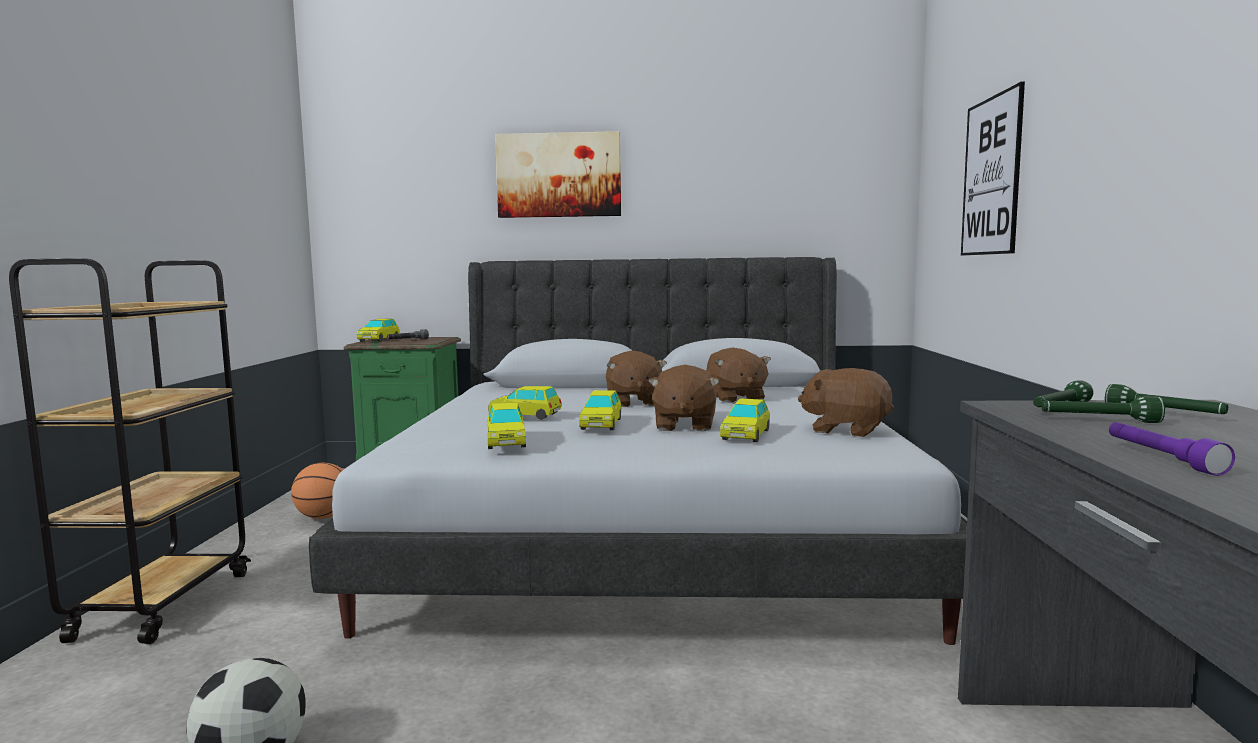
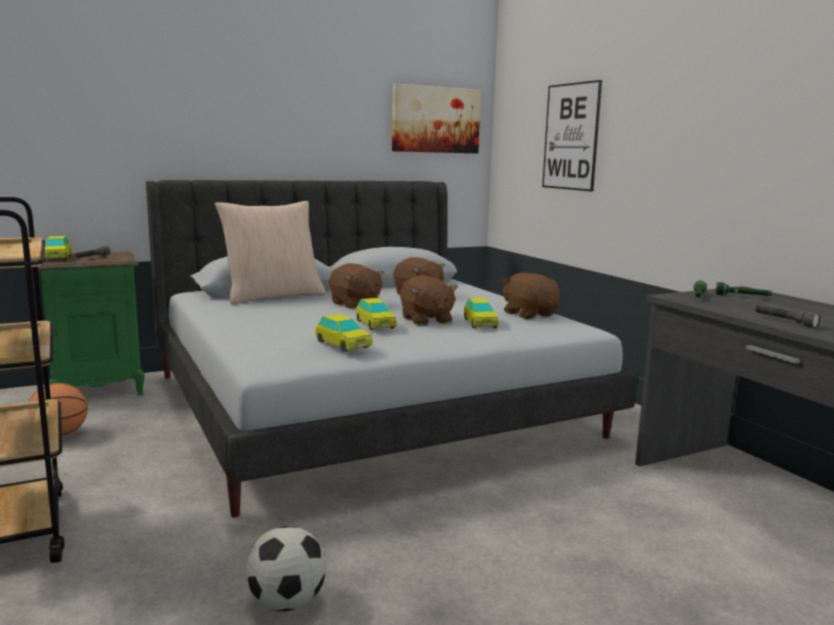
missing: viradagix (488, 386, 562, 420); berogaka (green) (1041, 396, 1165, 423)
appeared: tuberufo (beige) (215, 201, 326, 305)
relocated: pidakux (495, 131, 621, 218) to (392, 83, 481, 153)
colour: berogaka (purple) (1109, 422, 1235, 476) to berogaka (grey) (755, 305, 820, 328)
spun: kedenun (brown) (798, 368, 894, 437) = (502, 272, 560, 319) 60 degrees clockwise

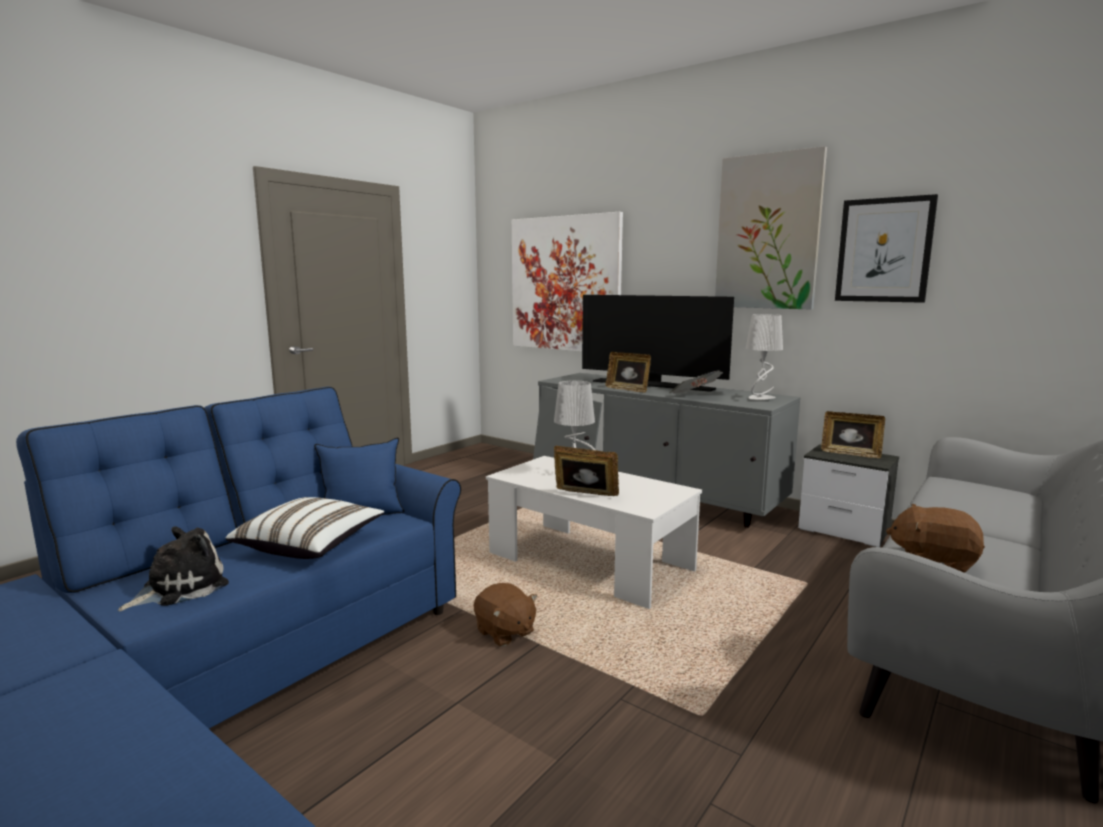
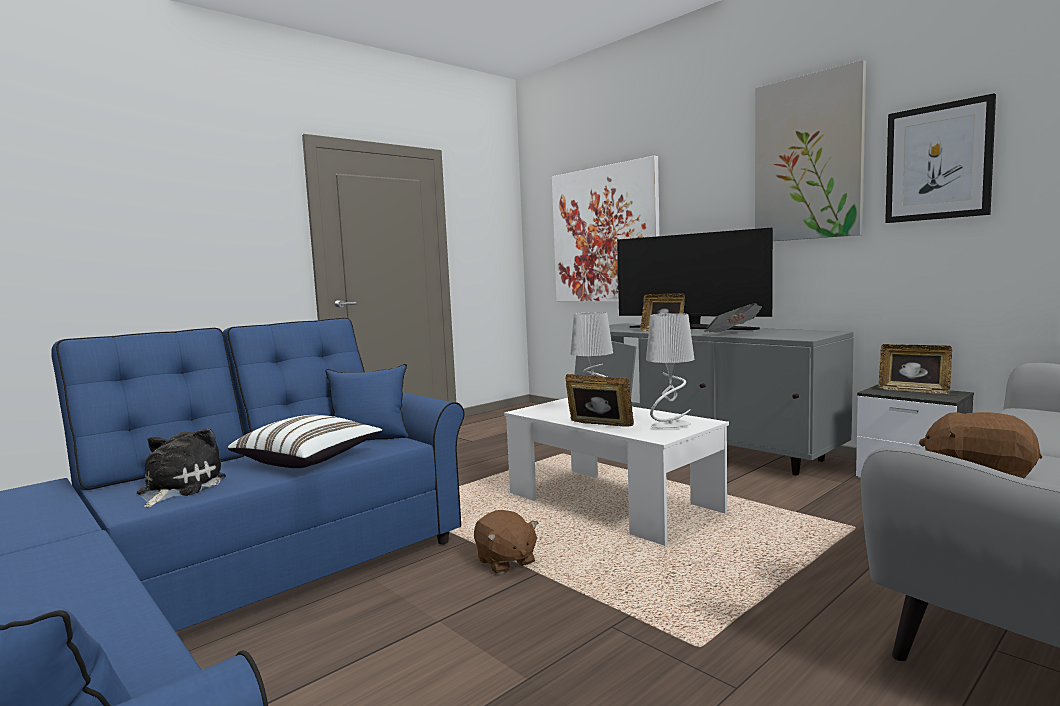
relocated: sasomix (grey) (746, 314, 783, 400) to (646, 313, 694, 428)
spun: kedenun (118, 526, 229, 611) = (137, 428, 226, 507) 45 degrees counterclockwise

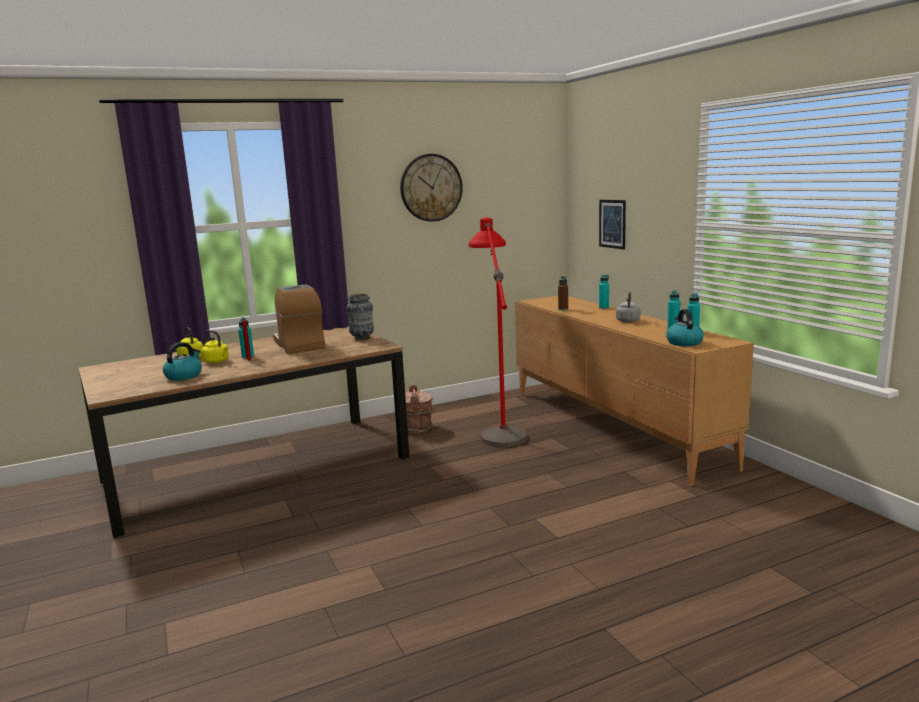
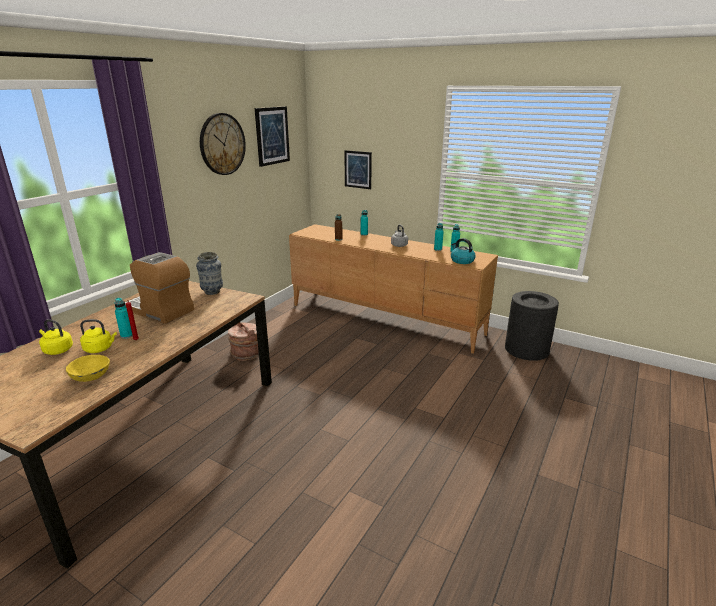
missing: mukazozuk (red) (469, 217, 528, 447)
appeared: pidakux (255, 106, 290, 167); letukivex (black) (505, 291, 559, 361)
exchanged: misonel (163, 342, 202, 381) to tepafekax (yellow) (66, 355, 110, 382)

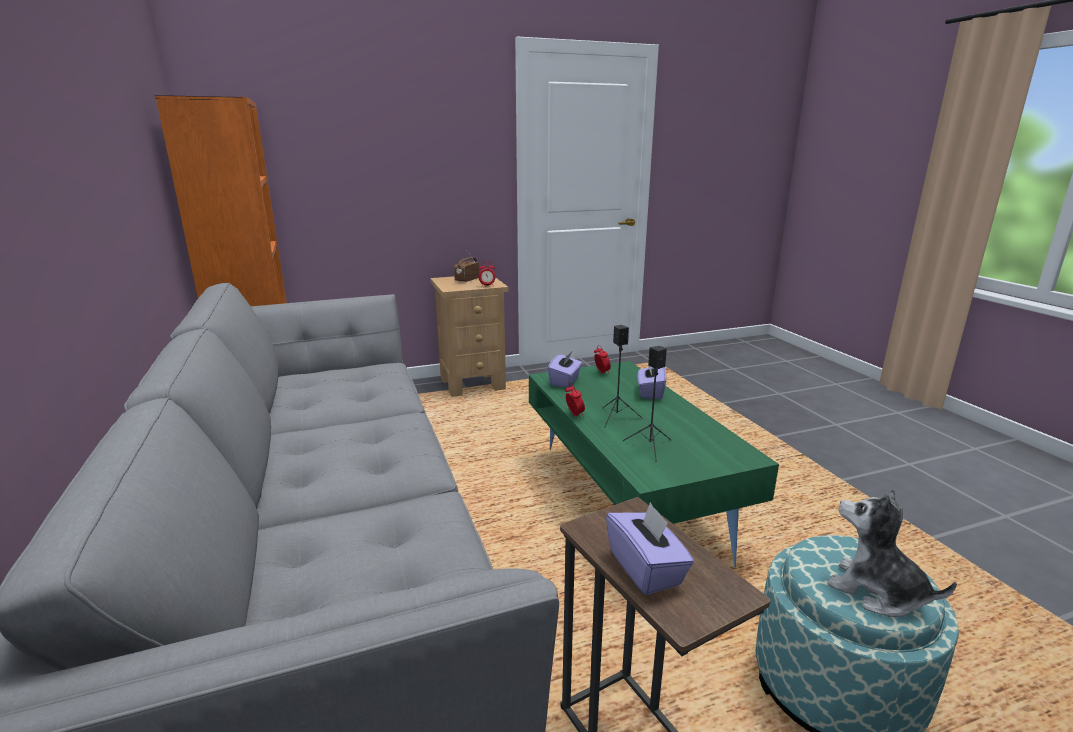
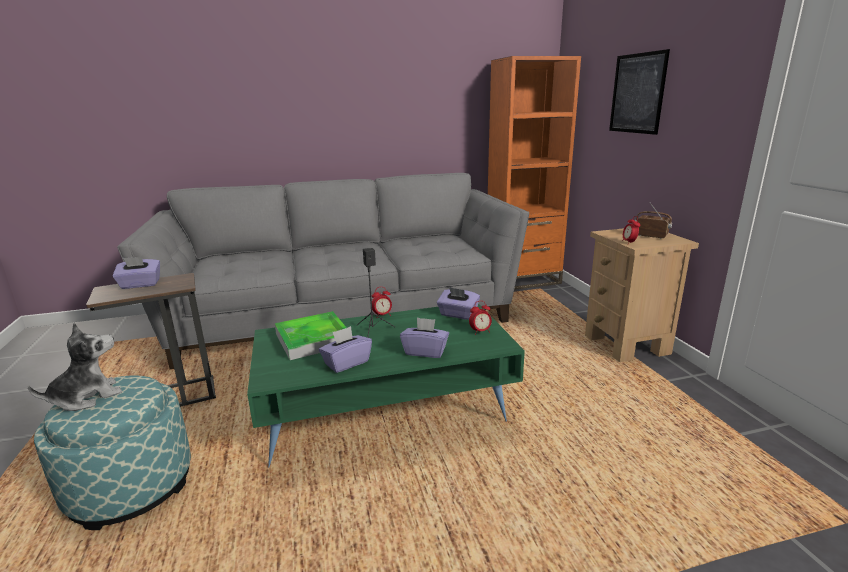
appeared: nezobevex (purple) (319, 326, 372, 373); pidakux (609, 49, 670, 135)
exchanged: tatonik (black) (623, 346, 671, 462) to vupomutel (275, 311, 347, 360)

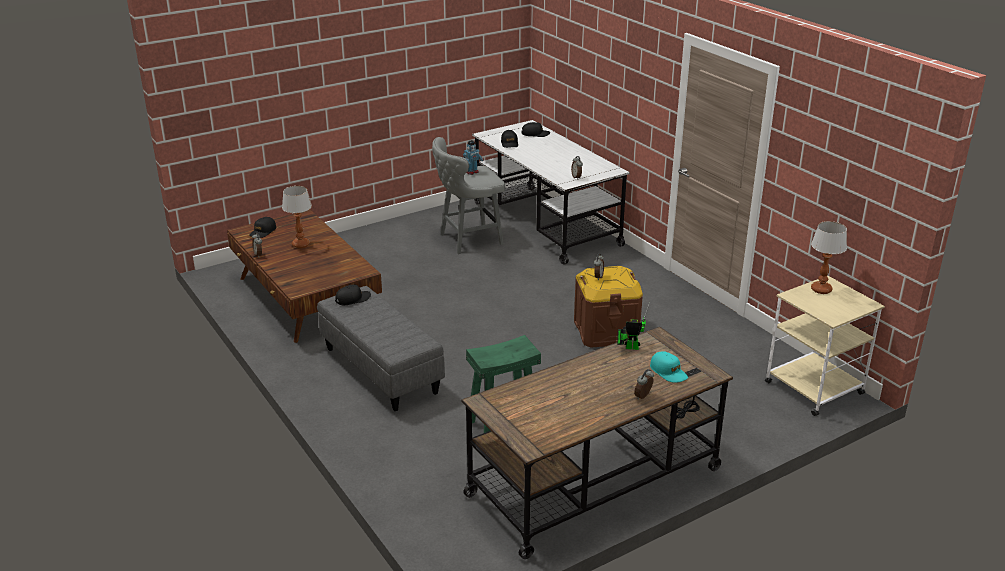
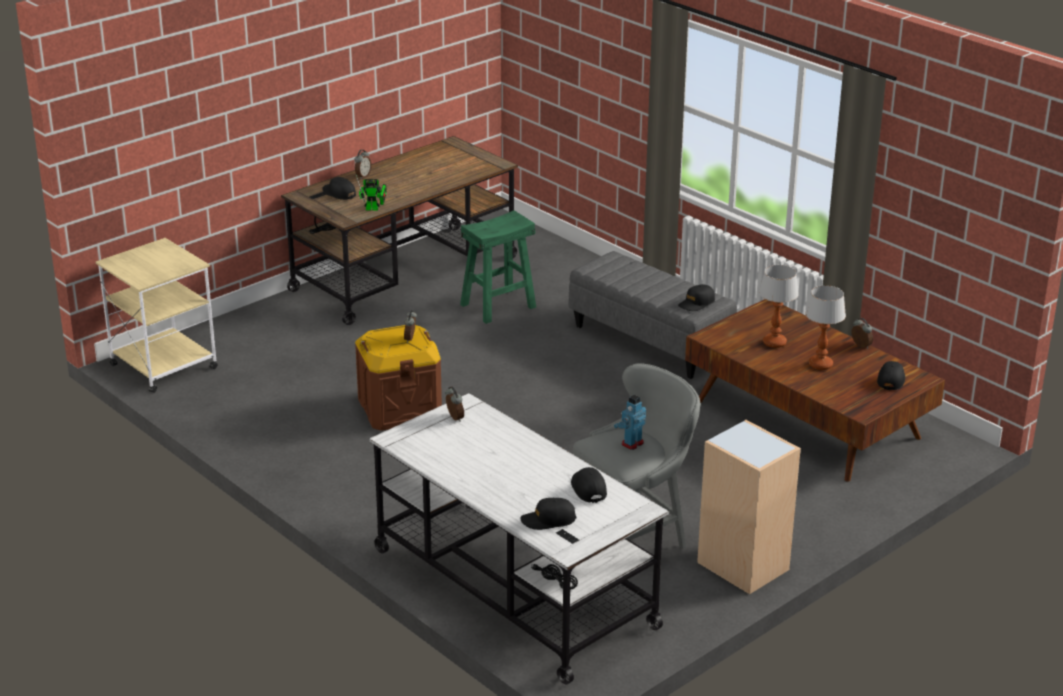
appeared: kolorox (697, 420, 801, 594)
relocated: sasomix (811, 221, 847, 294) to (759, 265, 799, 348)
colour: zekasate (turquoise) (650, 351, 688, 383) to zekasate (black) (322, 177, 356, 200)

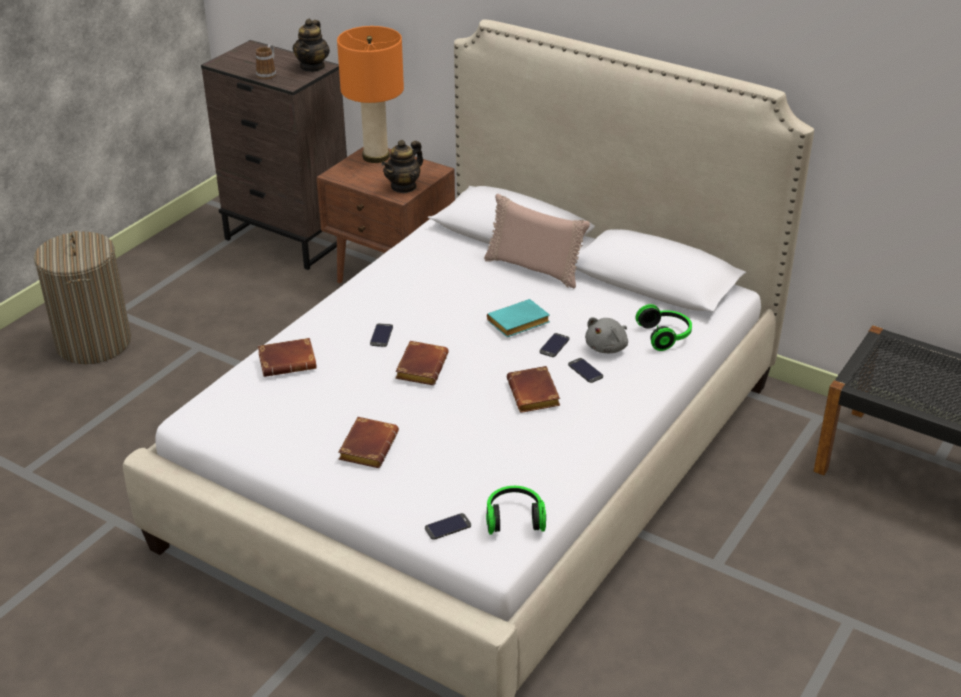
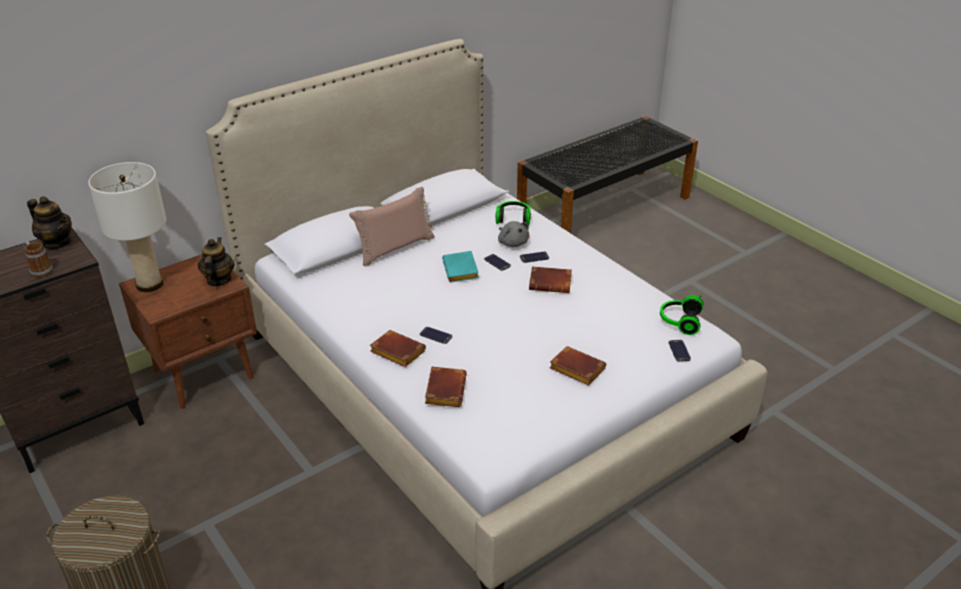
relocated: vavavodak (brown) (395, 341, 449, 385) to (370, 330, 426, 367)
colour: sasomix (orange) (337, 26, 404, 163) to sasomix (white) (88, 162, 166, 292)
spun: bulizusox (381, 140, 423, 194) = (198, 237, 235, 287) 150 degrees counterclockwise

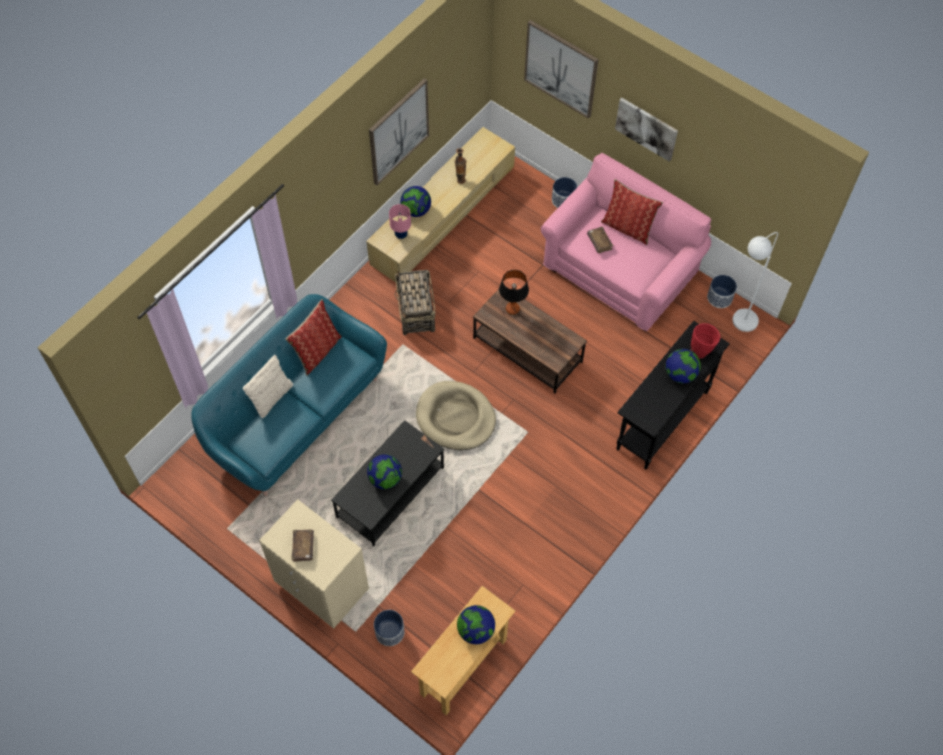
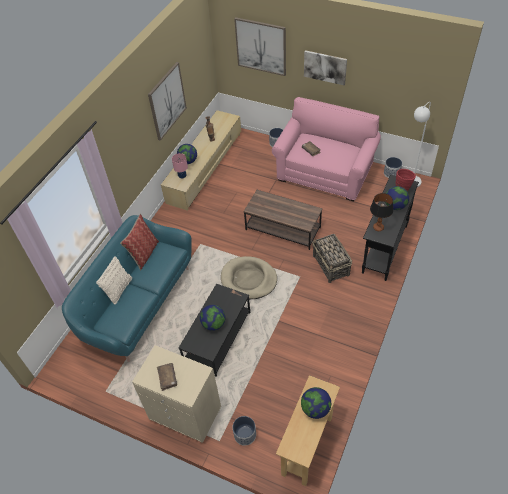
missing: tuberufo (601, 179, 663, 245)
relocated: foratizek (395, 270, 435, 335) to (312, 234, 352, 283); sasomix (499, 270, 529, 315) to (370, 193, 393, 231)

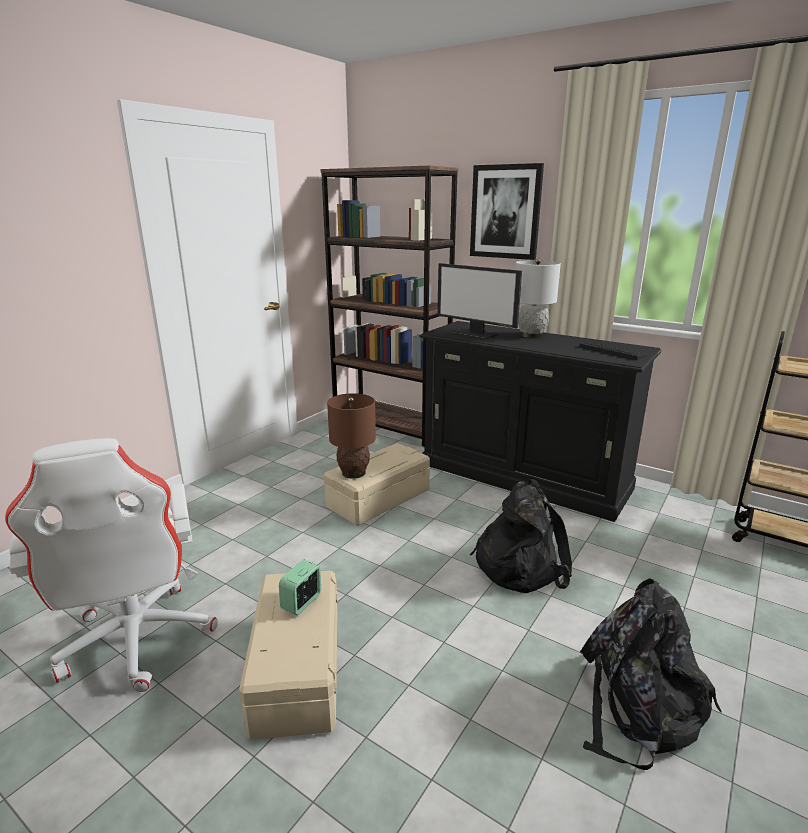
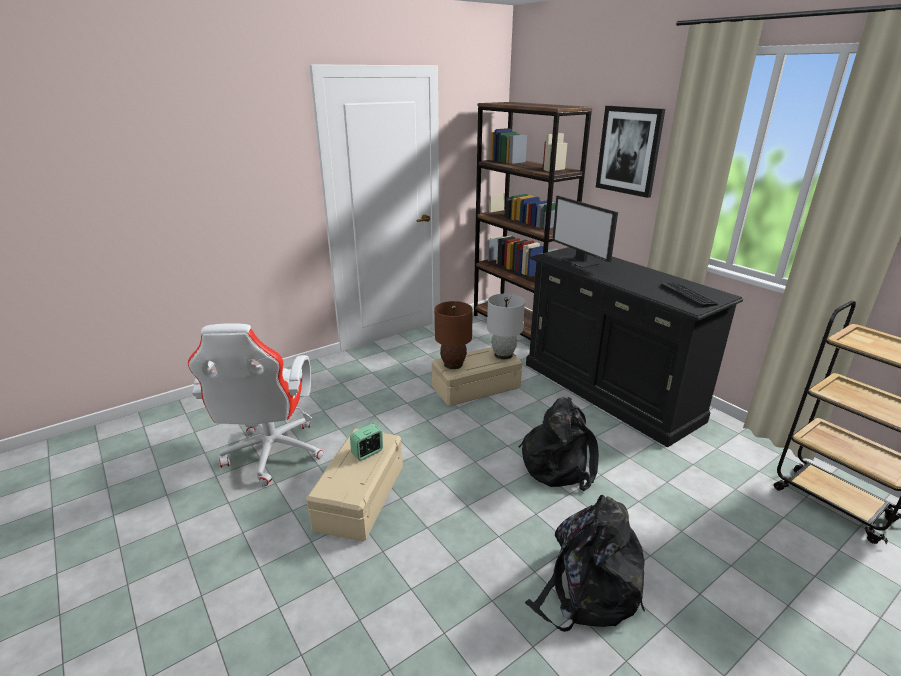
relocated: sasomix (white) (515, 259, 561, 338) to (487, 294, 525, 359)

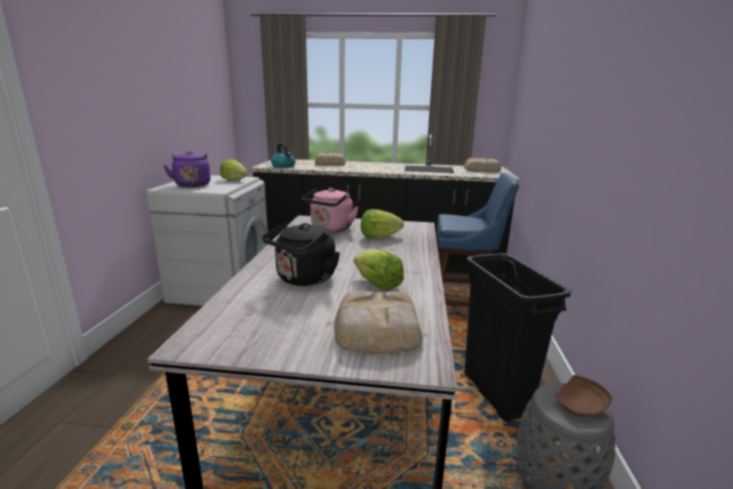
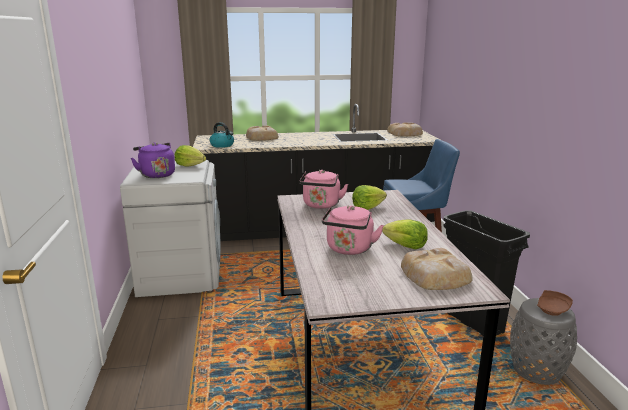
colour: misonel (black) (262, 222, 340, 286) to misonel (pink) (322, 206, 384, 255)

